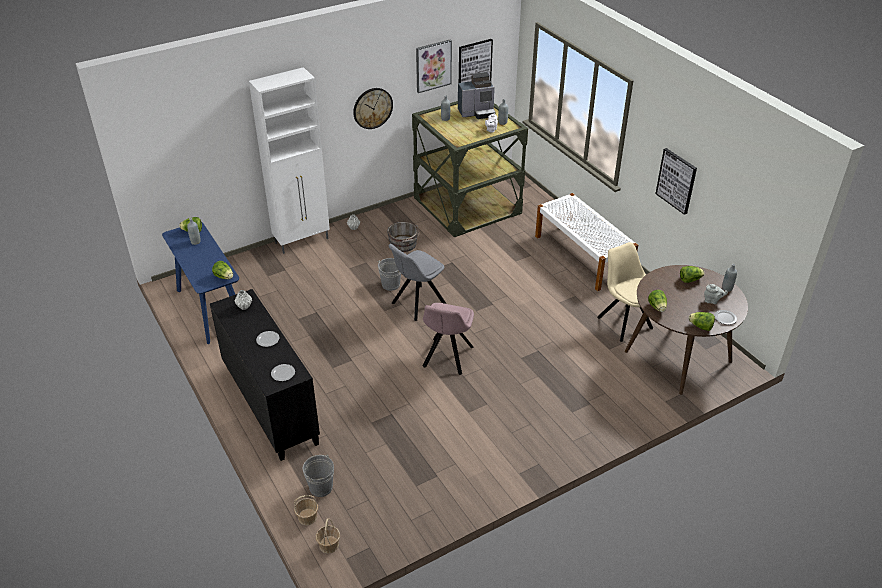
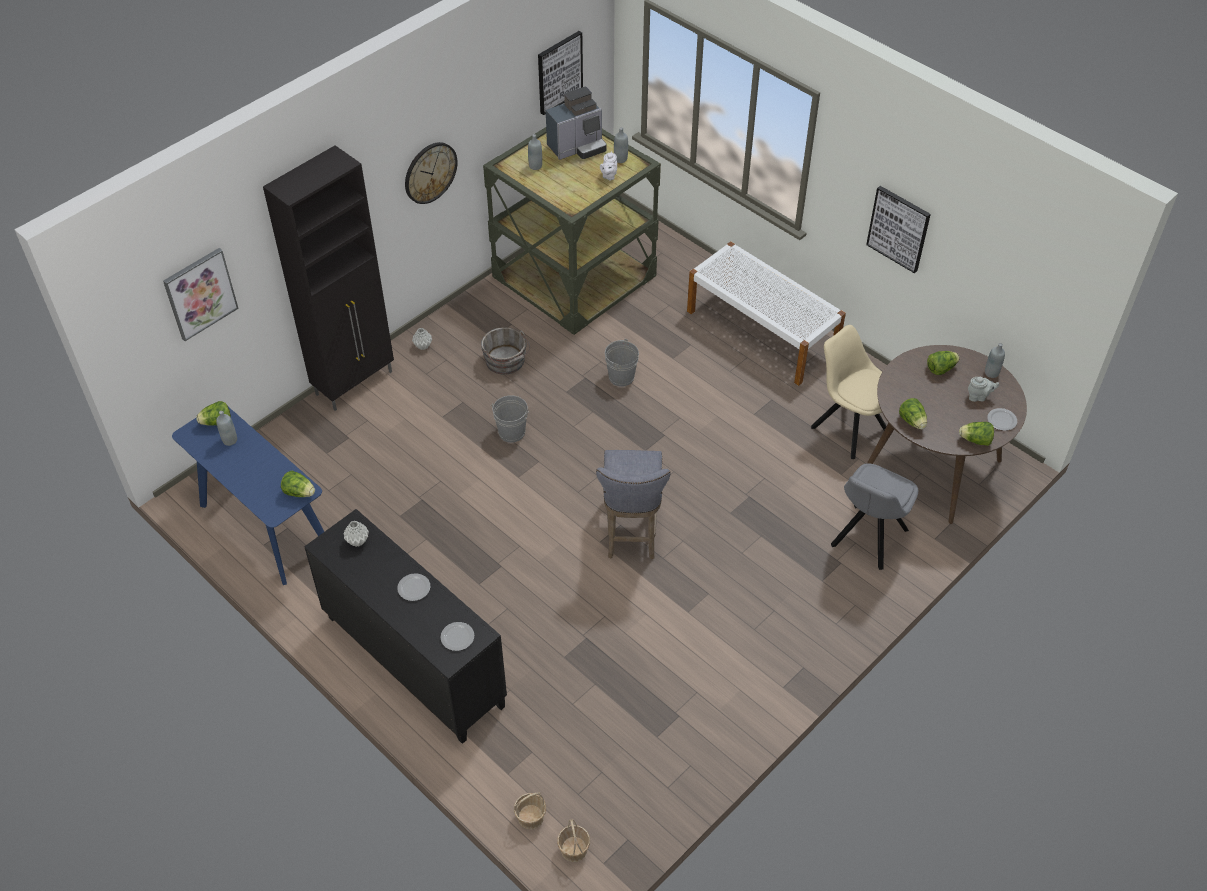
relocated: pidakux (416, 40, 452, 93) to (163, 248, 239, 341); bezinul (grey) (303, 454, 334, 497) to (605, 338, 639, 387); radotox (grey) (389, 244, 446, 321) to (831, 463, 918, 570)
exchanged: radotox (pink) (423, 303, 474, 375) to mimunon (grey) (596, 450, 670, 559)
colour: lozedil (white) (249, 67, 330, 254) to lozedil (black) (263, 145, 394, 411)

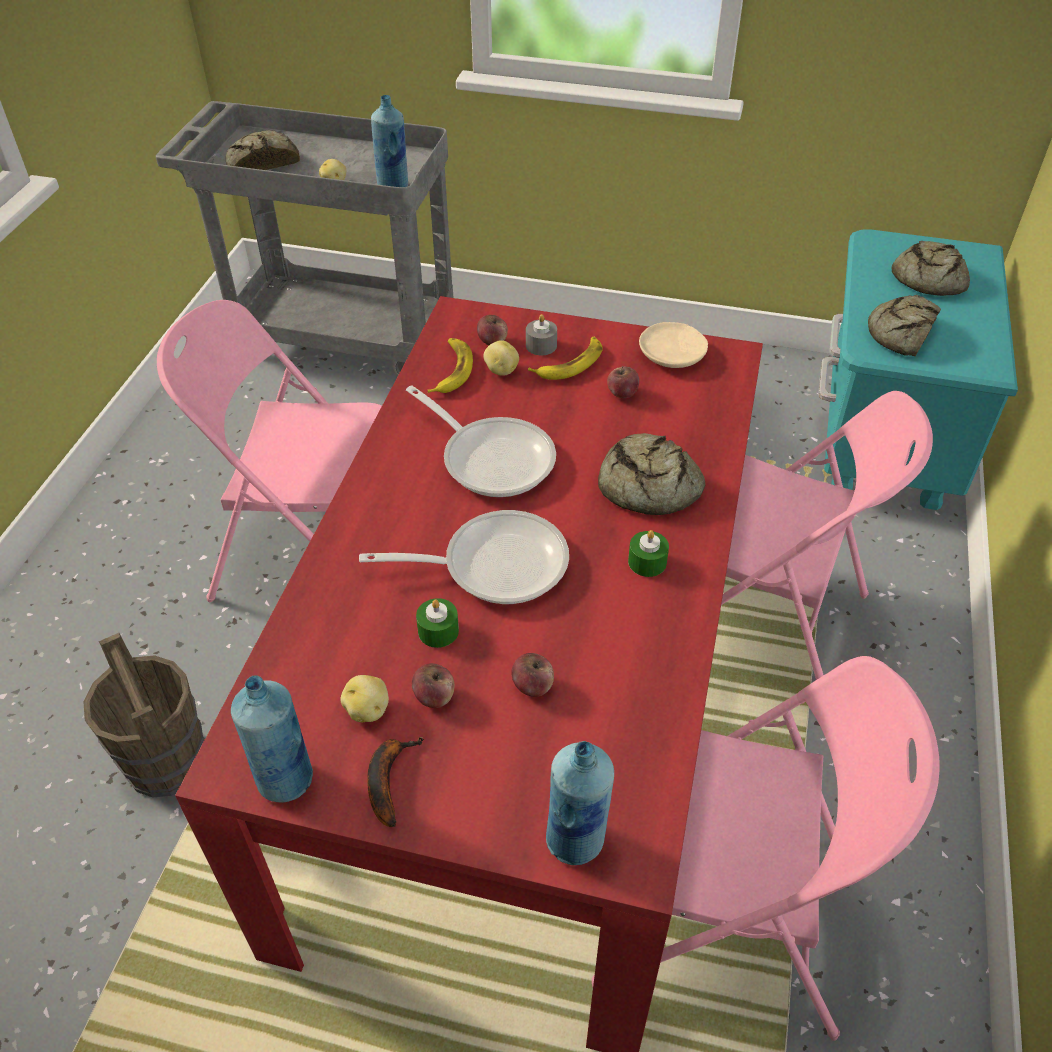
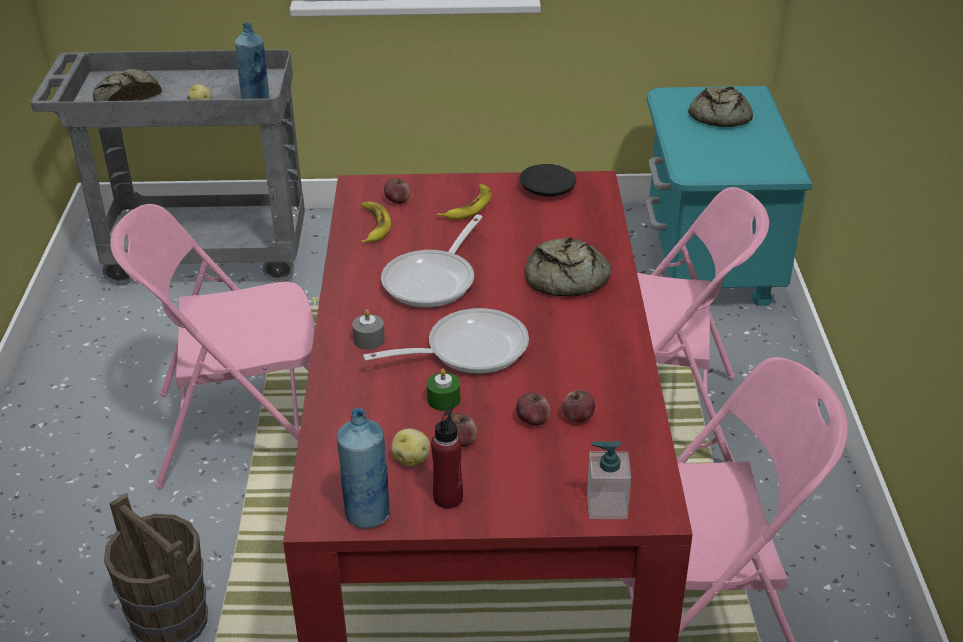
missing: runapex (484, 340, 519, 376); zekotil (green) (628, 530, 669, 577); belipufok (868, 295, 941, 356)
relocated: zekotil (grey) (526, 314, 557, 355) to (352, 310, 385, 350); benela (607, 366, 639, 398) to (562, 390, 595, 423)
exchanged: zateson (367, 737, 424, 827) to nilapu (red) (431, 407, 463, 509); nilapu (blue) (546, 741, 614, 865) to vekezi (587, 441, 631, 519)
colour: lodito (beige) (639, 322, 708, 368) to lodito (black) (520, 164, 576, 197)
spun: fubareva (406, 386, 556, 497) = (381, 215, 483, 308) 90 degrees clockwise

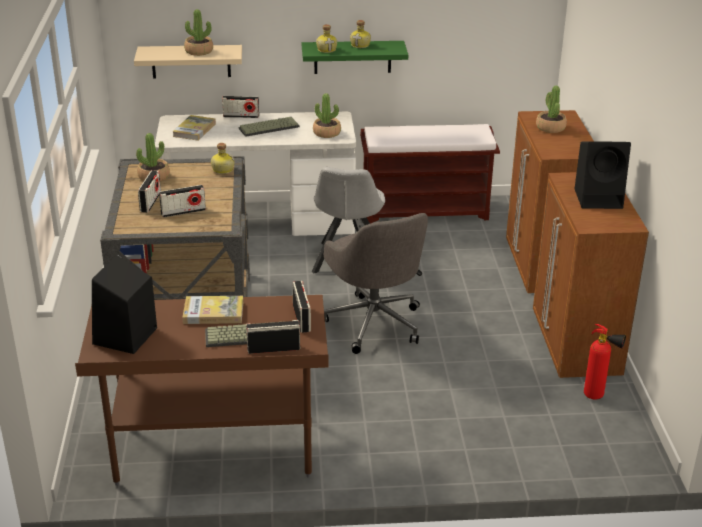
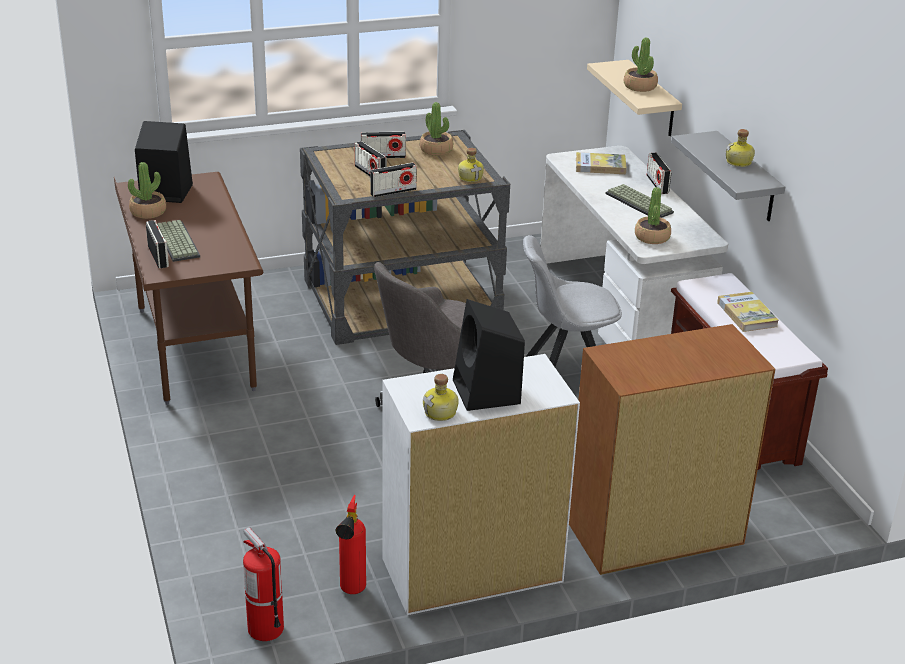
appeared: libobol (243, 527, 284, 641)
relocated: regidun (536, 86, 567, 133) to (128, 162, 166, 219); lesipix (292, 281, 311, 333) to (370, 163, 417, 197); nilapu (316, 24, 337, 53) to (423, 374, 459, 421); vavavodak (183, 296, 243, 324) to (717, 292, 779, 332)
colour: lozedil (brown) (533, 172, 649, 378) to lozedil (white) (382, 354, 580, 615); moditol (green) (302, 41, 408, 74) to moditol (grey) (671, 131, 785, 221)

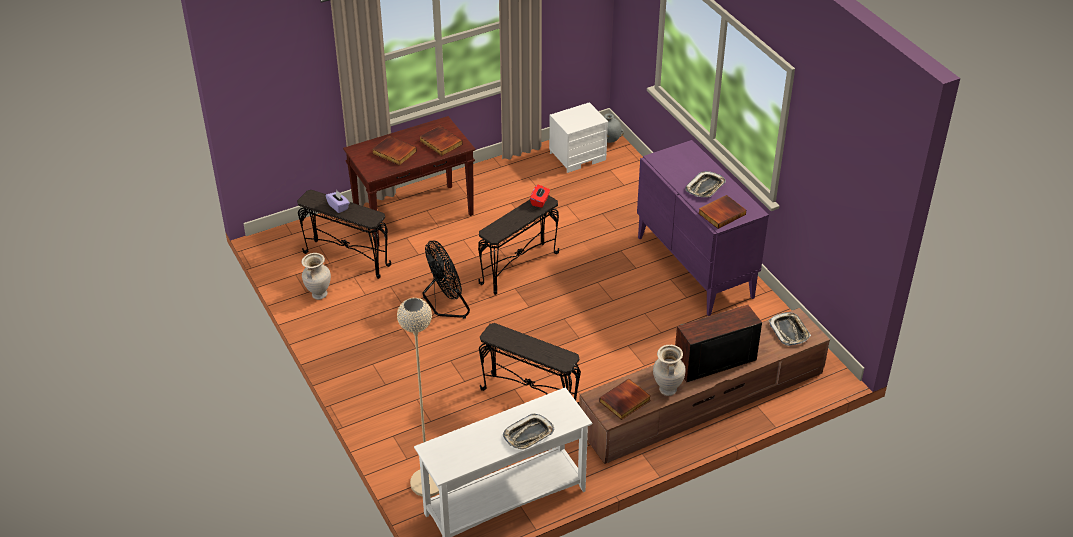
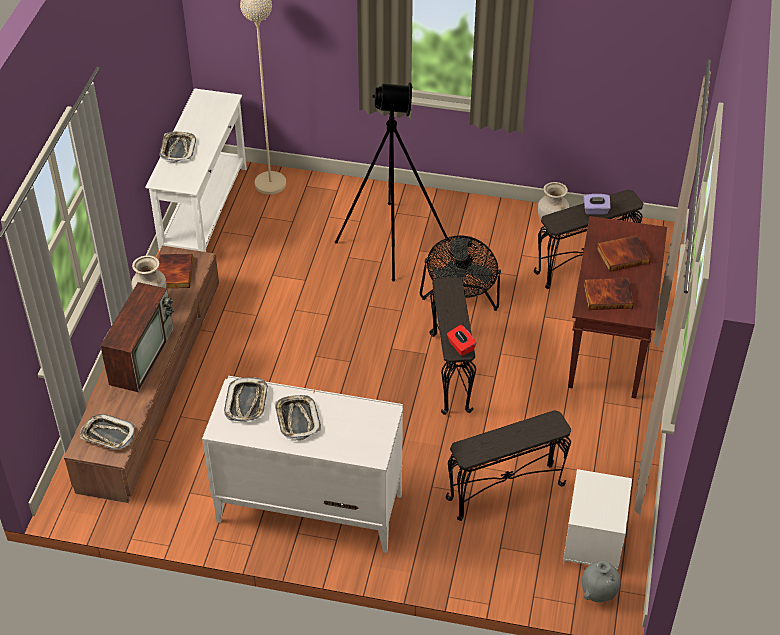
appeared: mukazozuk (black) (335, 82, 448, 282)
relocated: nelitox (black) (479, 323, 581, 404) to (446, 410, 571, 521)
exchanged: vavavodak (698, 195, 746, 229) to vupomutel (224, 377, 268, 422)
colour: lozedil (purple) (637, 140, 769, 316) to lozedil (white) (202, 376, 403, 553)

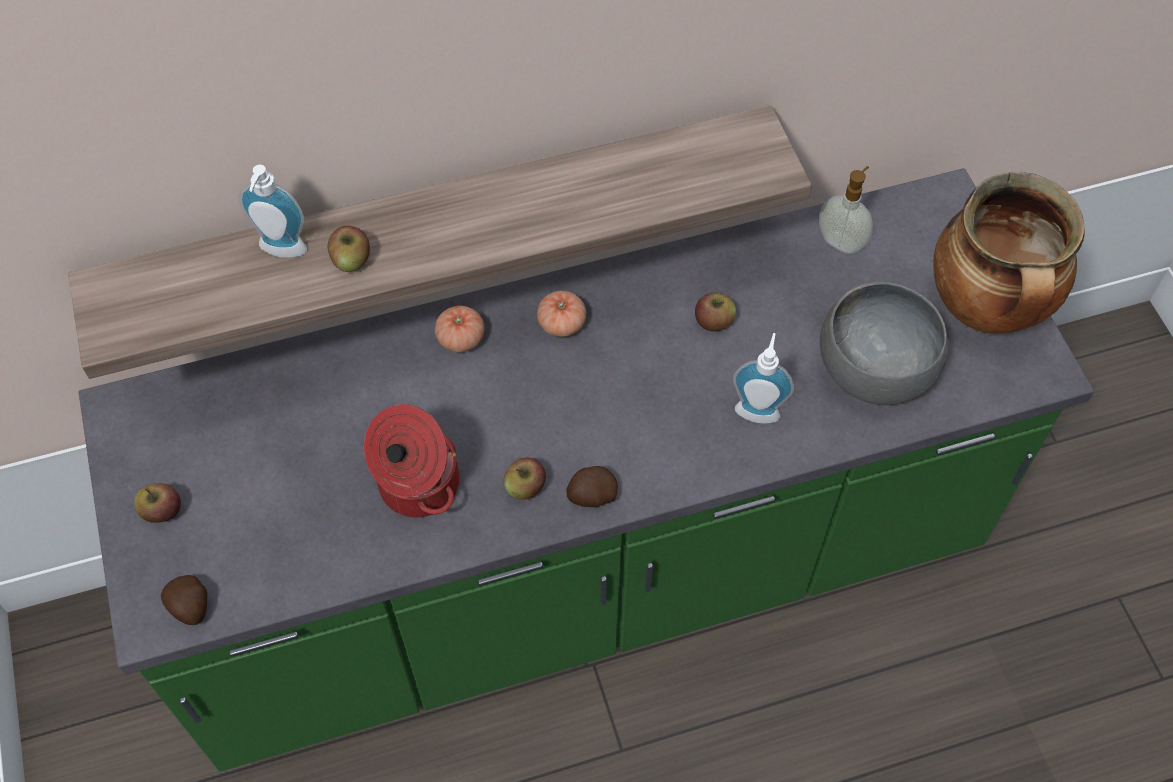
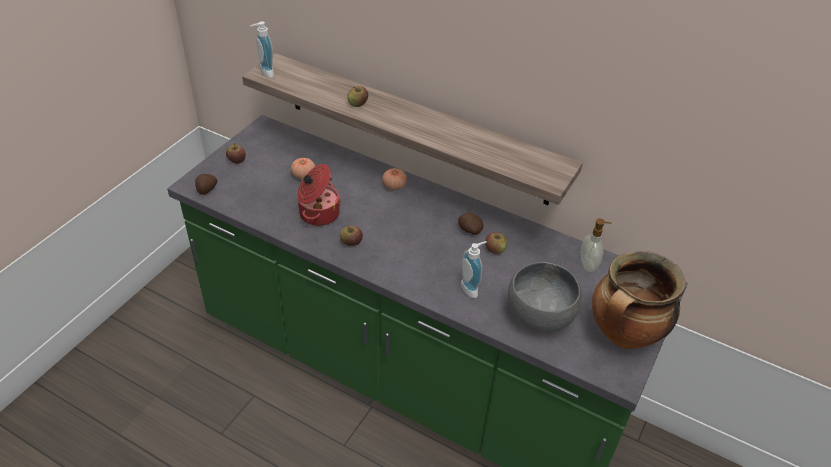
relocated: vekezi (239, 165, 307, 258) to (250, 21, 274, 78); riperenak (537, 291, 586, 337) to (291, 158, 316, 179); runapex (566, 466, 618, 507) to (458, 212, 483, 235)

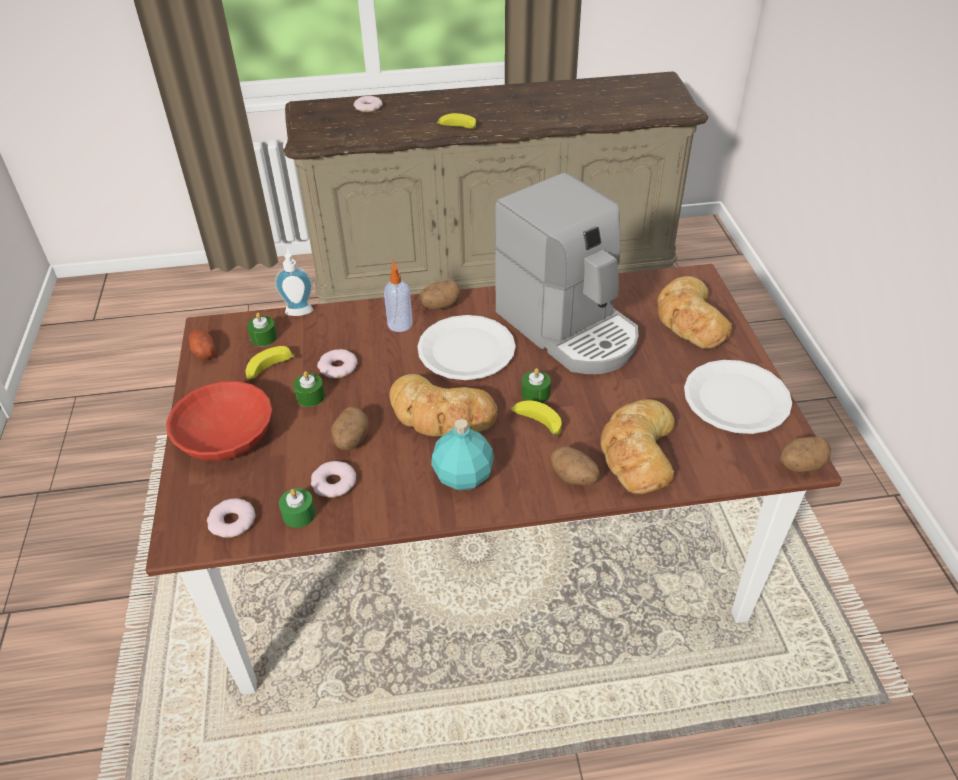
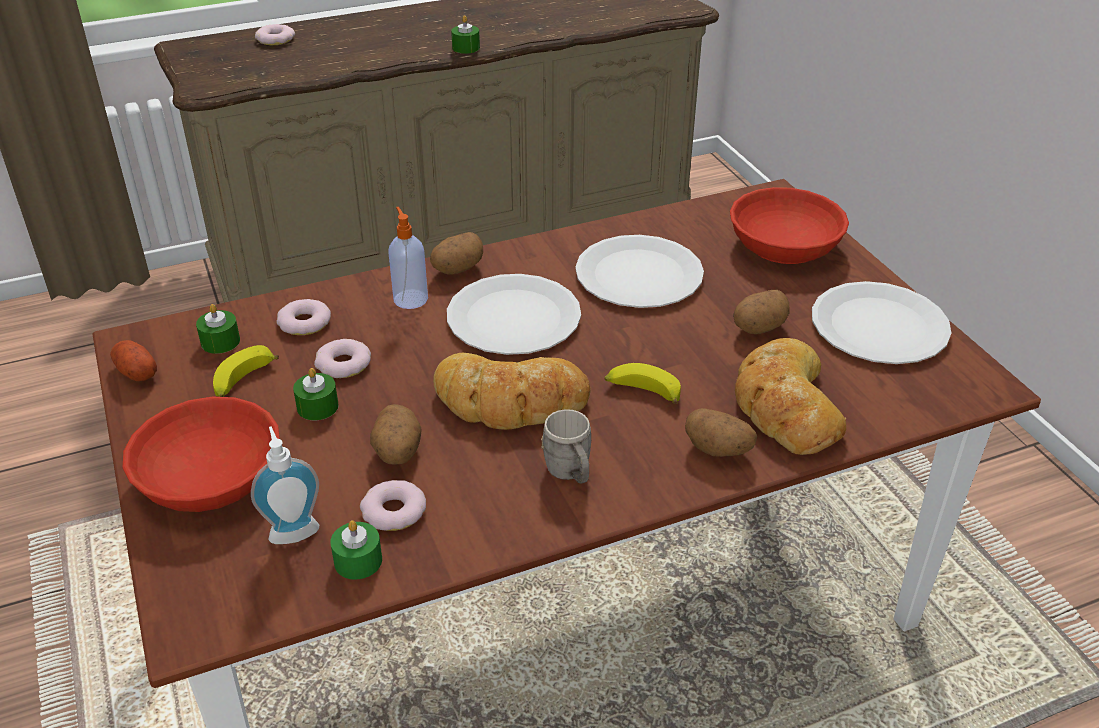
missing: zateson (437, 113, 476, 129)
relocated: vekezi (275, 248, 313, 316) to (251, 426, 319, 544); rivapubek (207, 498, 255, 538) to (276, 299, 331, 335); zekotil (green) (521, 368, 551, 403) to (451, 15, 480, 54); runapex (780, 436, 831, 472) to (733, 290, 790, 334)
exchanged: nilapu (turquoise) (431, 419, 494, 491) to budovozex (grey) (541, 409, 591, 484); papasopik (495, 172, 638, 374) to lodito (white) (575, 235, 704, 308); belipufok (657, 276, 732, 349) to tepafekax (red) (730, 187, 849, 264)

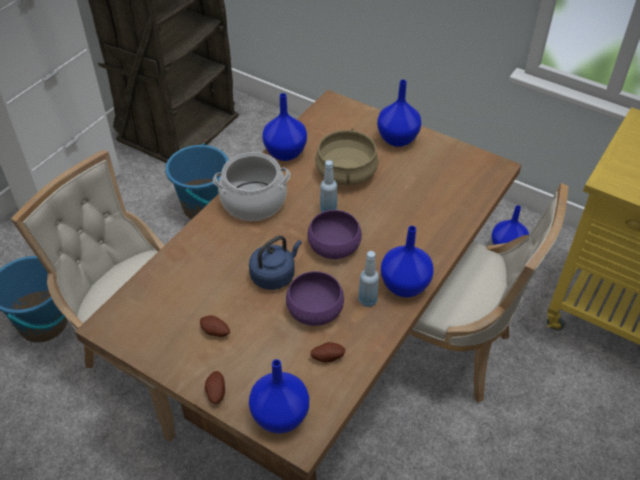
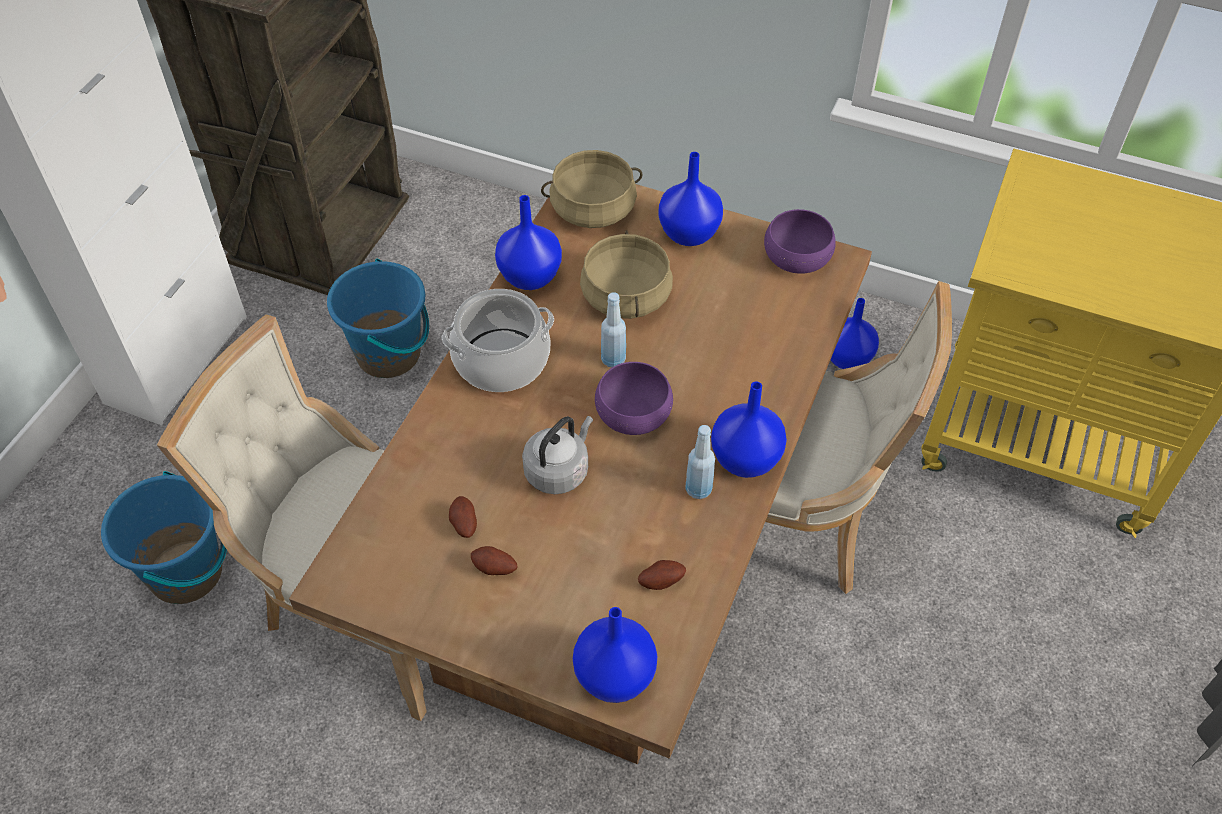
appeared: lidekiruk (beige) (541, 150, 642, 228)
relocated: runapex (205, 371, 225, 404) to (449, 496, 477, 538); tepafekax (purple) (286, 271, 344, 326) to (764, 209, 836, 274)
colour: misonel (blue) (249, 236, 302, 290) to misonel (grey) (522, 416, 593, 494)

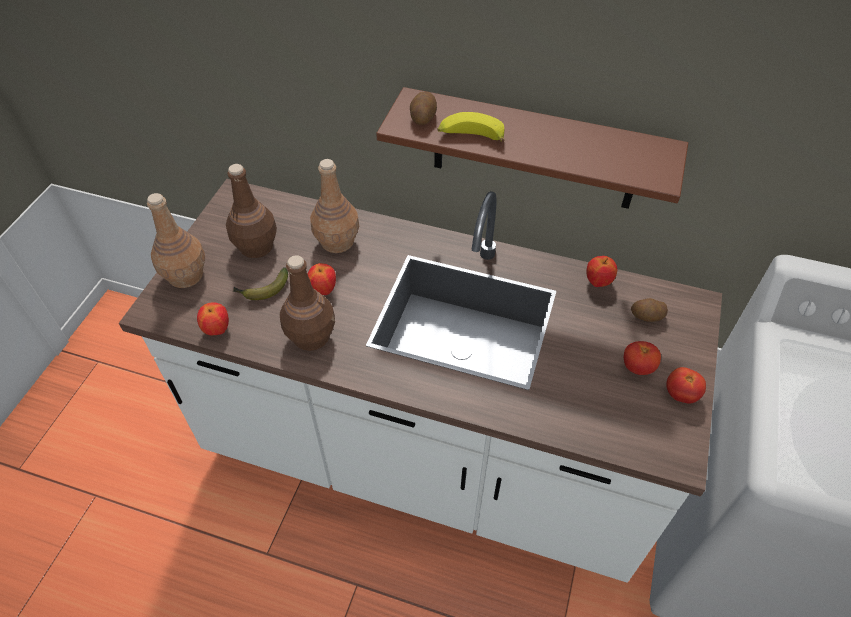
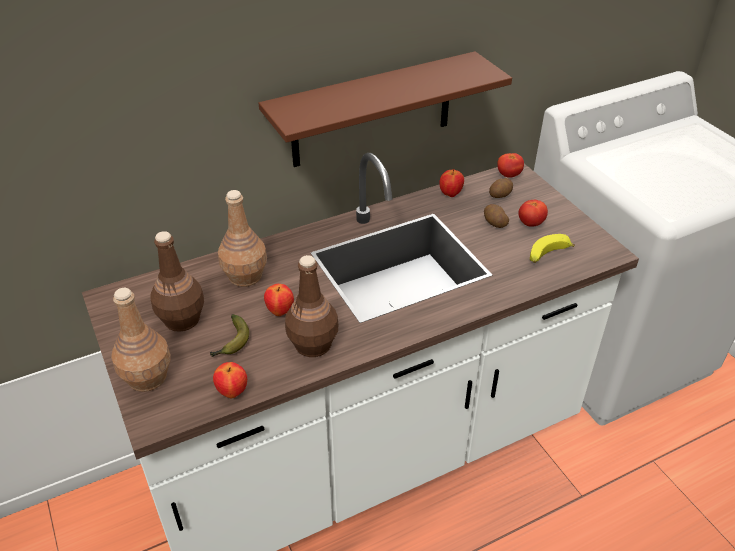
relocated: runapex (410, 92, 437, 125) to (484, 204, 509, 228); riperenak (666, 367, 706, 404) to (498, 153, 524, 178); zateson (438, 112, 505, 142) to (530, 234, 575, 263)

